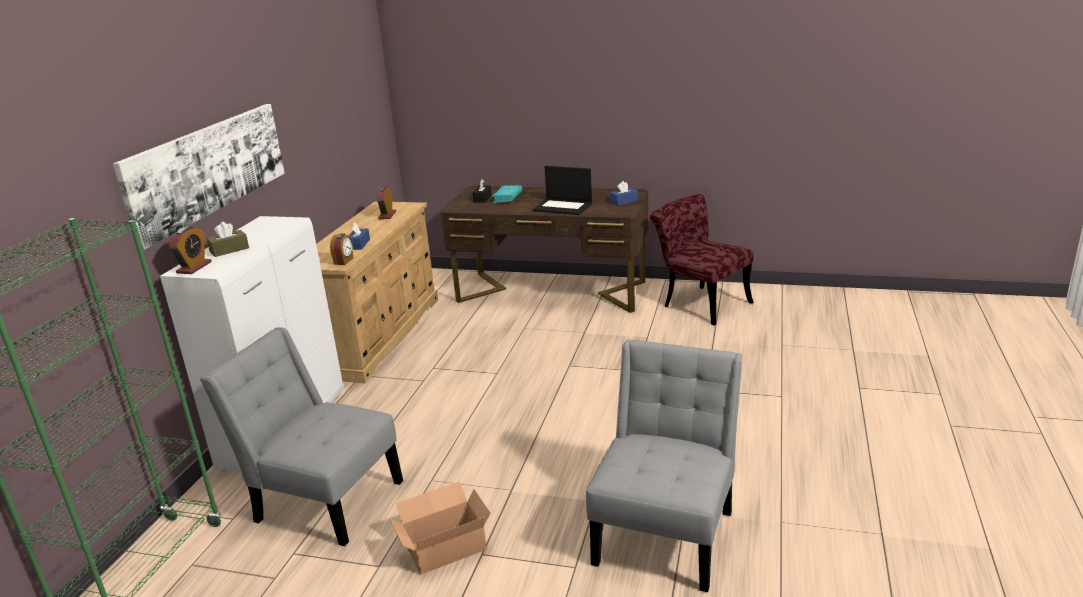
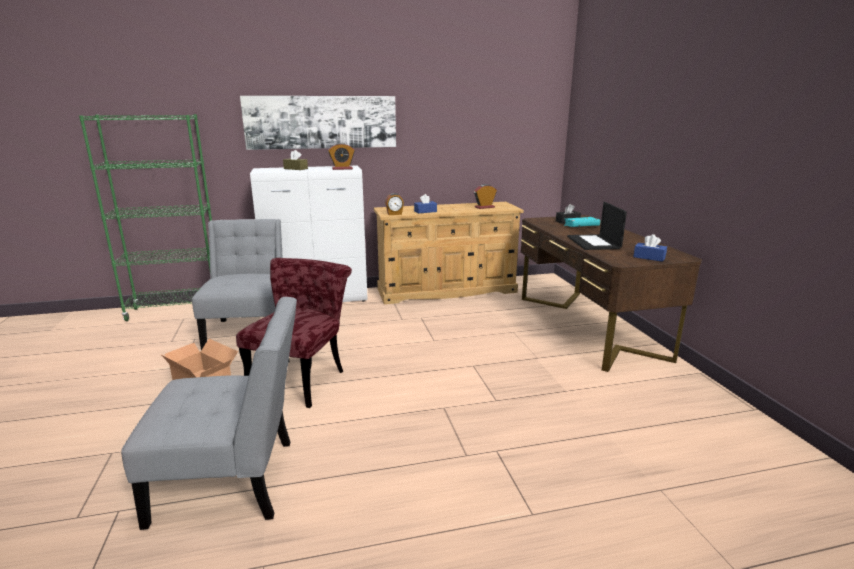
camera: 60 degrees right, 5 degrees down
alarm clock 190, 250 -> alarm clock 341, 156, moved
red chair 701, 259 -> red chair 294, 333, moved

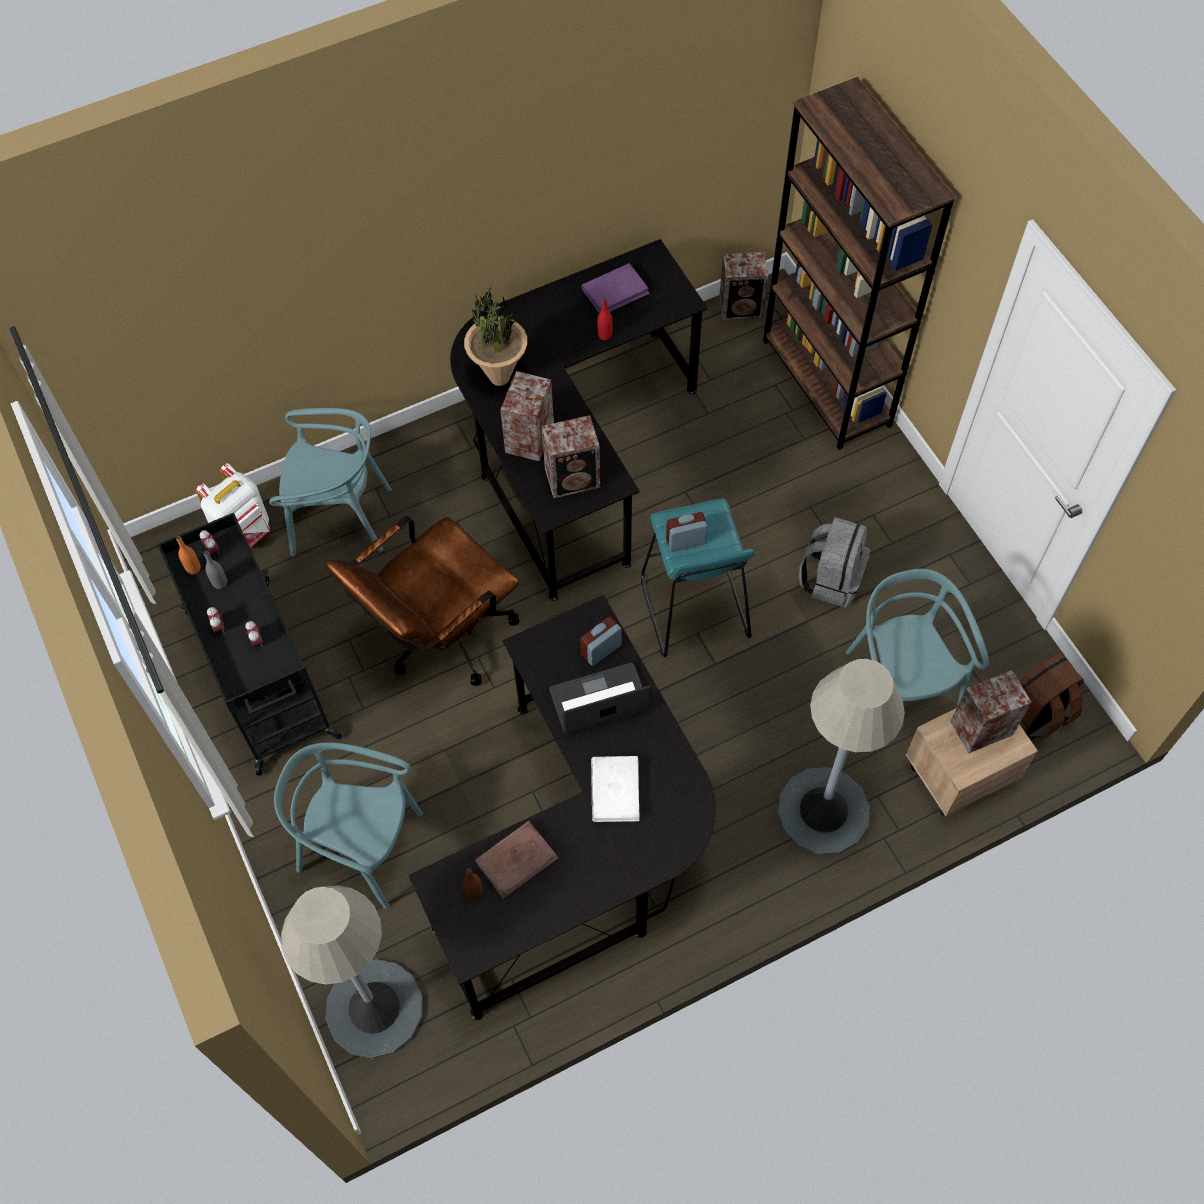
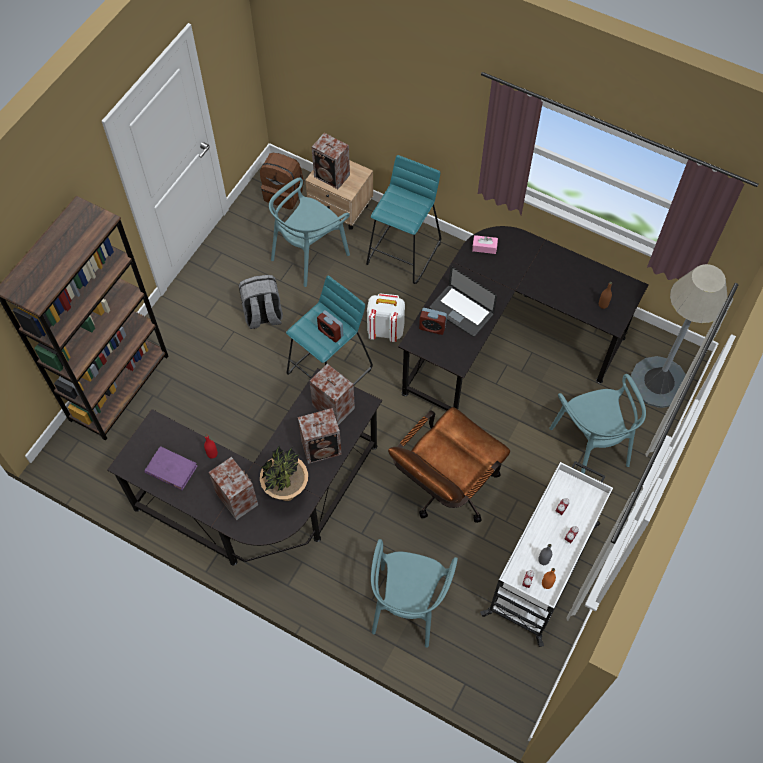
camera: 125 degrees left, 0 degrees up
brown book 516, 859 -> none
white book 615, 789 -> none
none -> pink tissue box 485, 244
white backpack 233, 505 -> white backpack 386, 317, moved
speaker 743, 286 -> speaker 233, 488, moved
grey floor lamp 841, 757 -> turquoise stool 403, 219
black cart 249, 644 -> white cart 546, 554
turquoise chair 330, 482 -> turquoise chair 414, 593, 135 degrees counterclockwise
brown office chair 422, 601 -> brown office chair 449, 465, 120 degrees clockwise

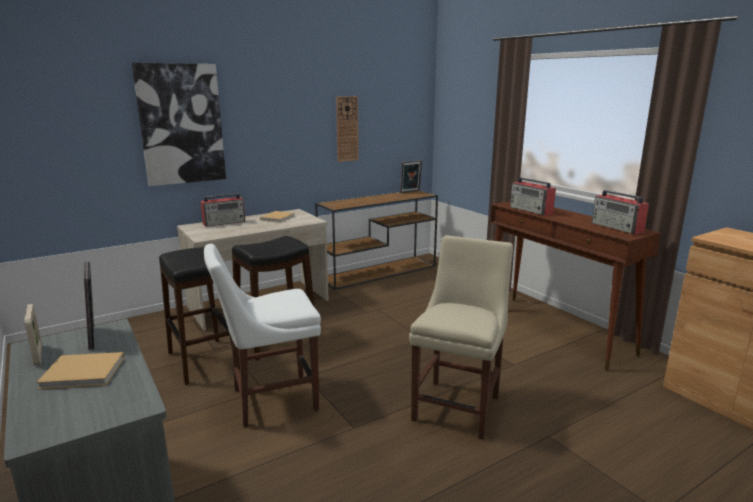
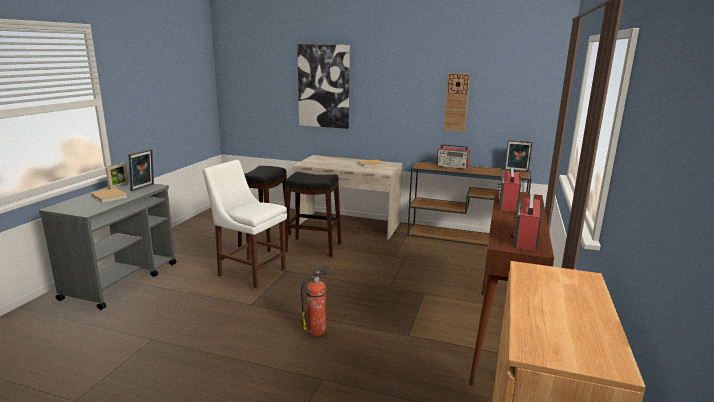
camera: 50 degrees right, 0 degrees up
radio 222, 210 -> radio 453, 157, moved
beige chair 461, 337 -> fire extinguisher 317, 301

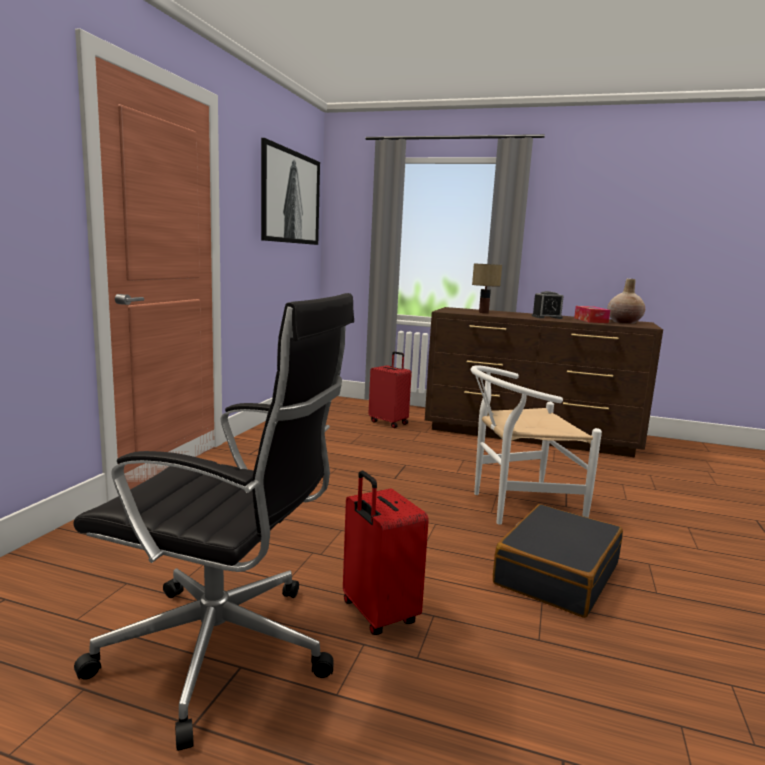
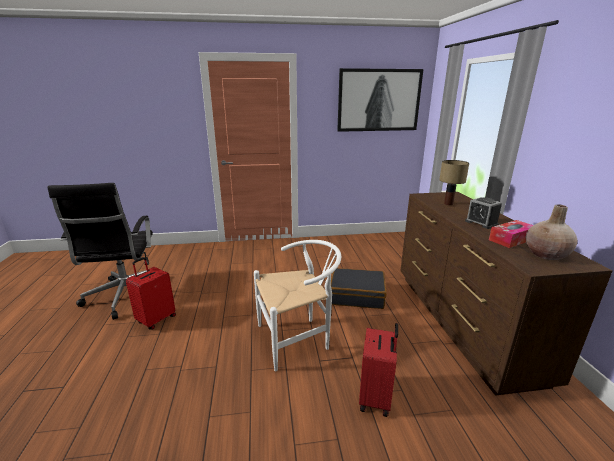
camera: 65 degrees right, 10 degrees up
red suitcase 390, 389 -> red suitcase 378, 370, moved
black suitcase 558, 561 -> black suitcase 359, 288, moved
white chair 536, 445 -> white chair 297, 305, 105 degrees clockwise

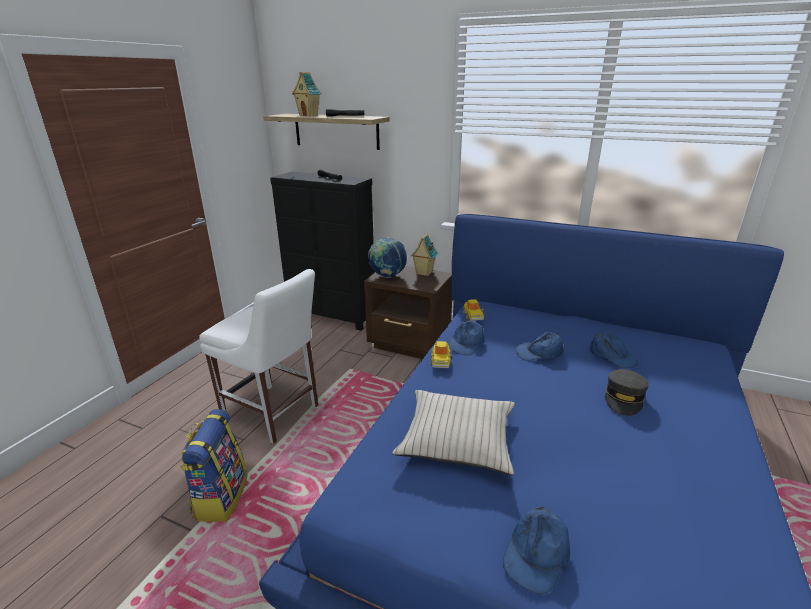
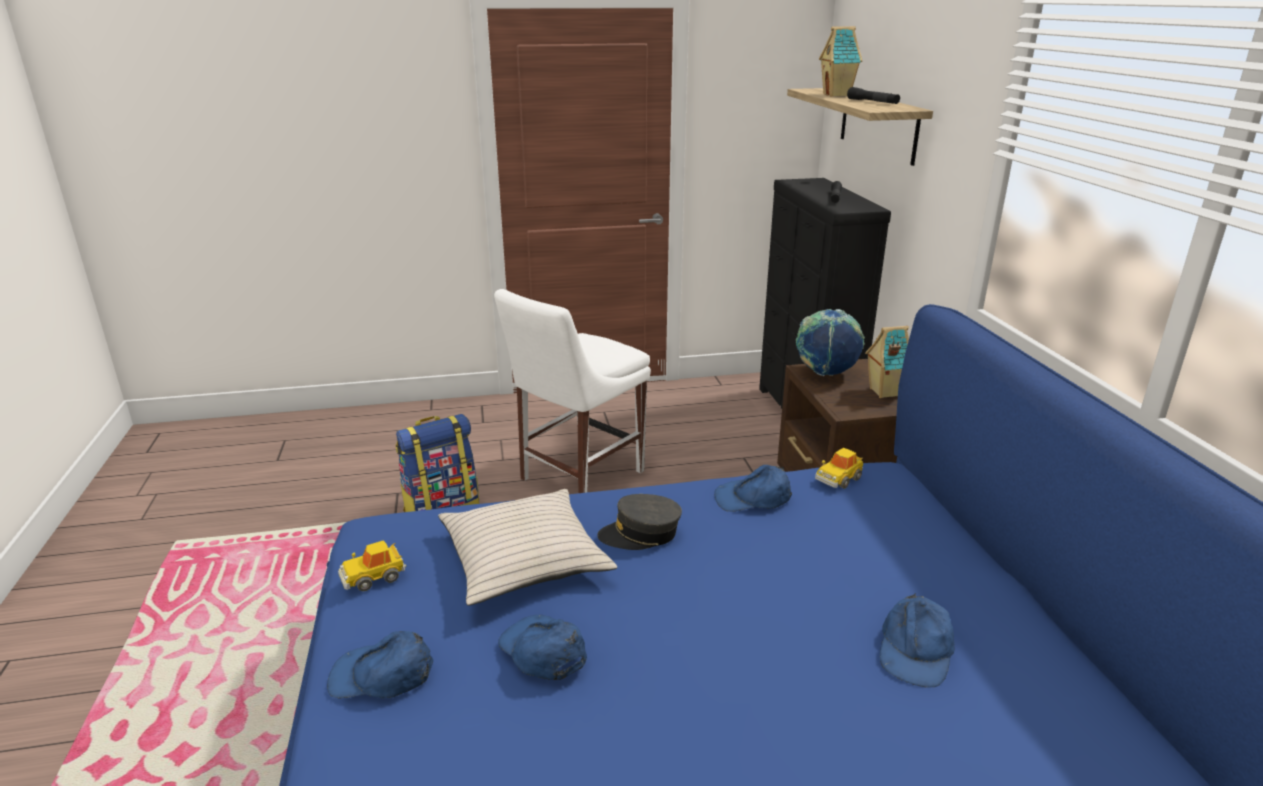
camera: 55 degrees right, 0 degrees up
toy car 441, 354 -> toy car 372, 565, moved
blue cap 539, 346 -> blue cap 542, 647, moved
grey cap 627, 392 -> grey cap 639, 522, moved
white chair 258, 356 -> white chair 572, 391, 45 degrees clockwise

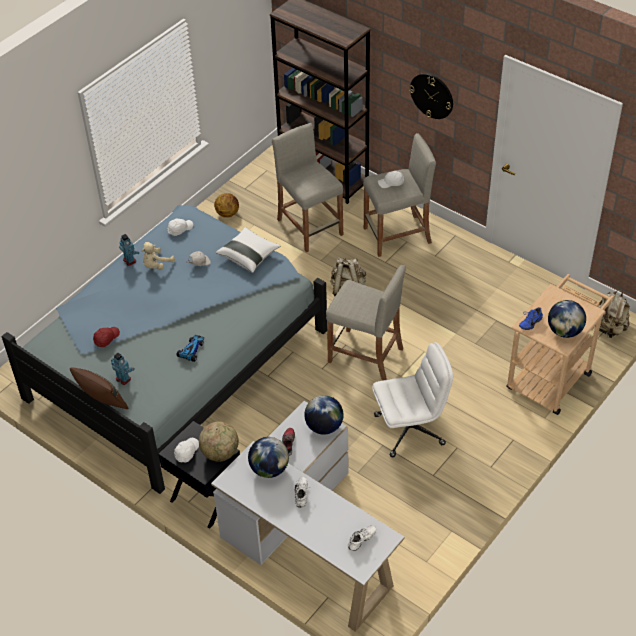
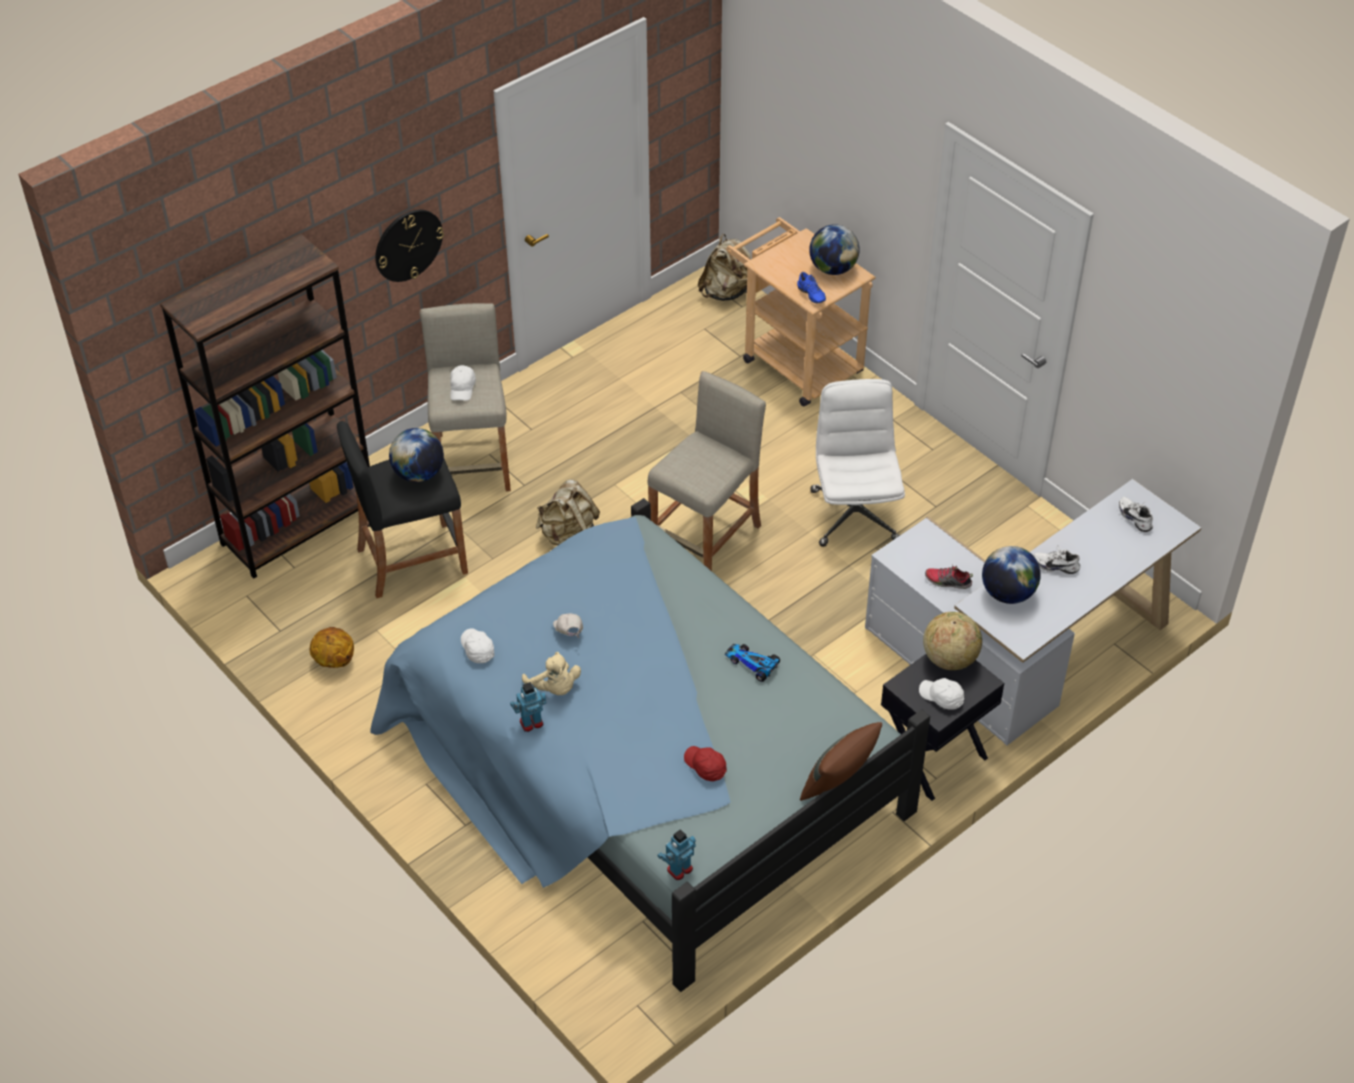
camera: 80 degrees left, 0 degrees up
white pillow 248, 250 -> none
toy robot 123, 369 -> toy robot 676, 854, moved
globe 324, 415 -> globe 416, 455, moved
beige stool 307, 187 -> black stool 402, 509

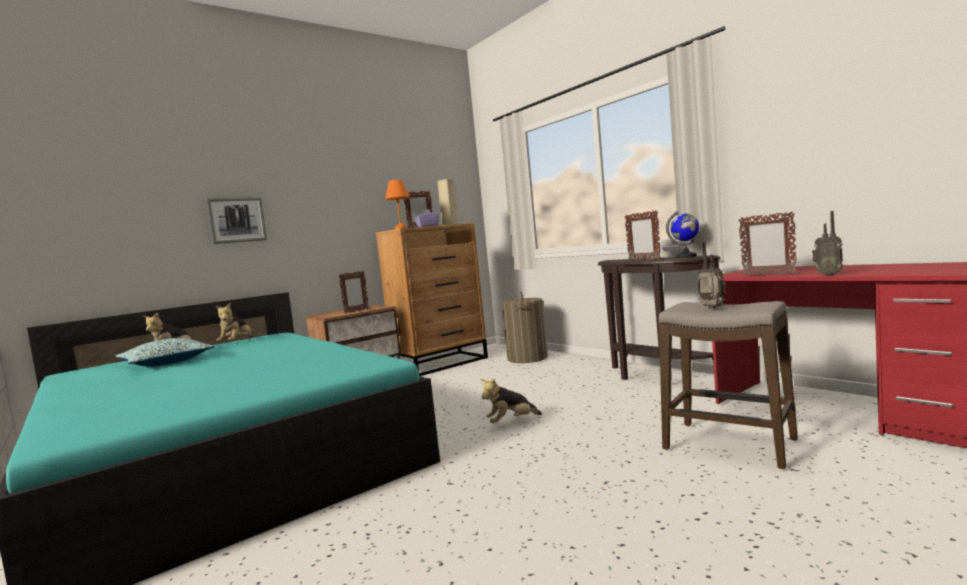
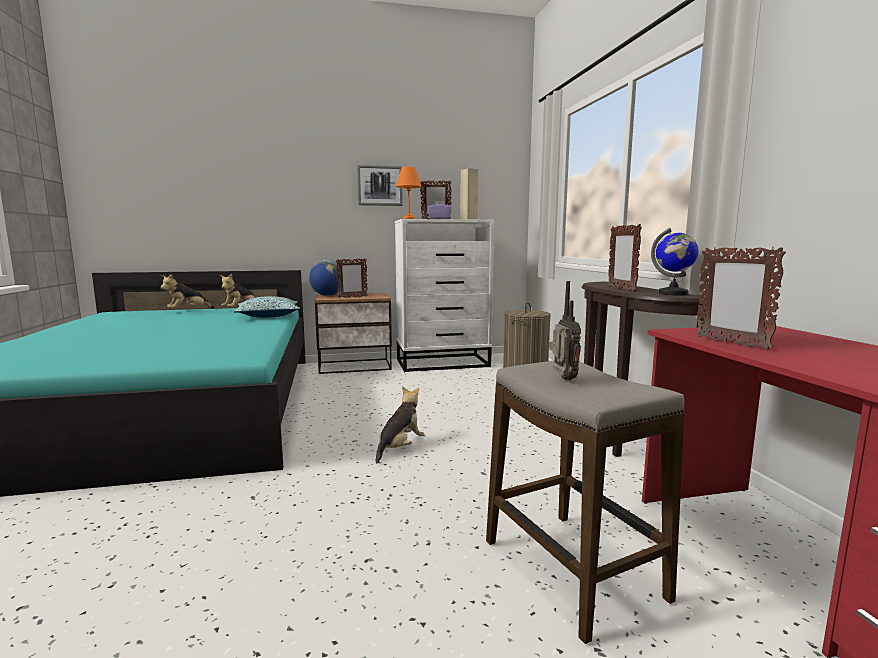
camera: 25 degrees right, 5 degrees up
radio 827, 243 -> none
none -> globe 325, 278
pillow 165, 352 -> pillow 267, 306, moved
picture 236, 220 -> picture 380, 185, moved
brown dresser 432, 299 -> white dresser 444, 295
plush toy 511, 400 -> plush toy 400, 424, 120 degrees clockwise

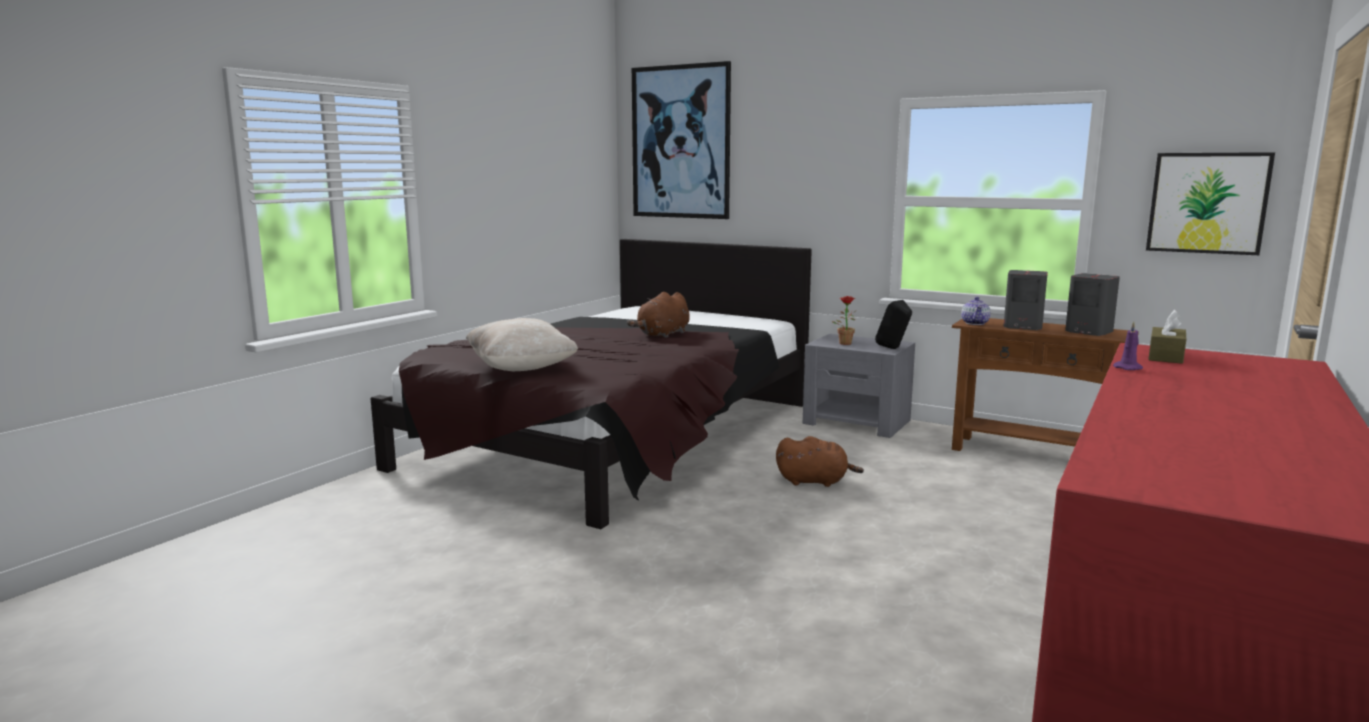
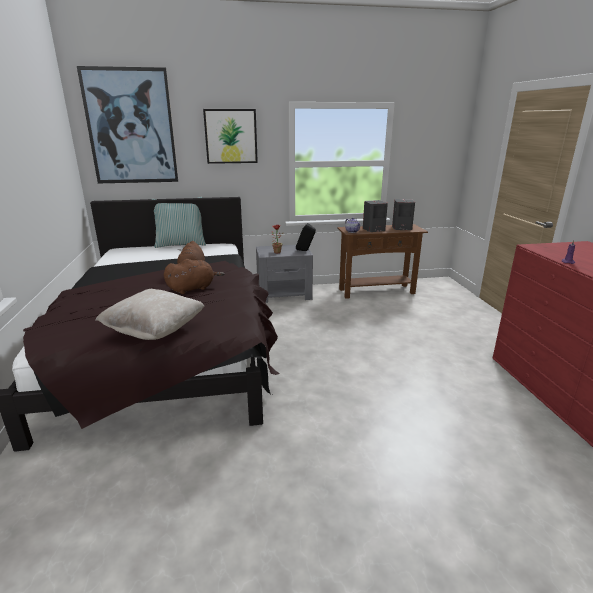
camera: 40 degrees left, 10 degrees up
brown tissue box 1167, 337 -> none
none -> pillow 178, 222
brown plush toy 820, 461 -> brown plush toy 194, 276, moved
picture 1210, 203 -> picture 230, 136, moved

